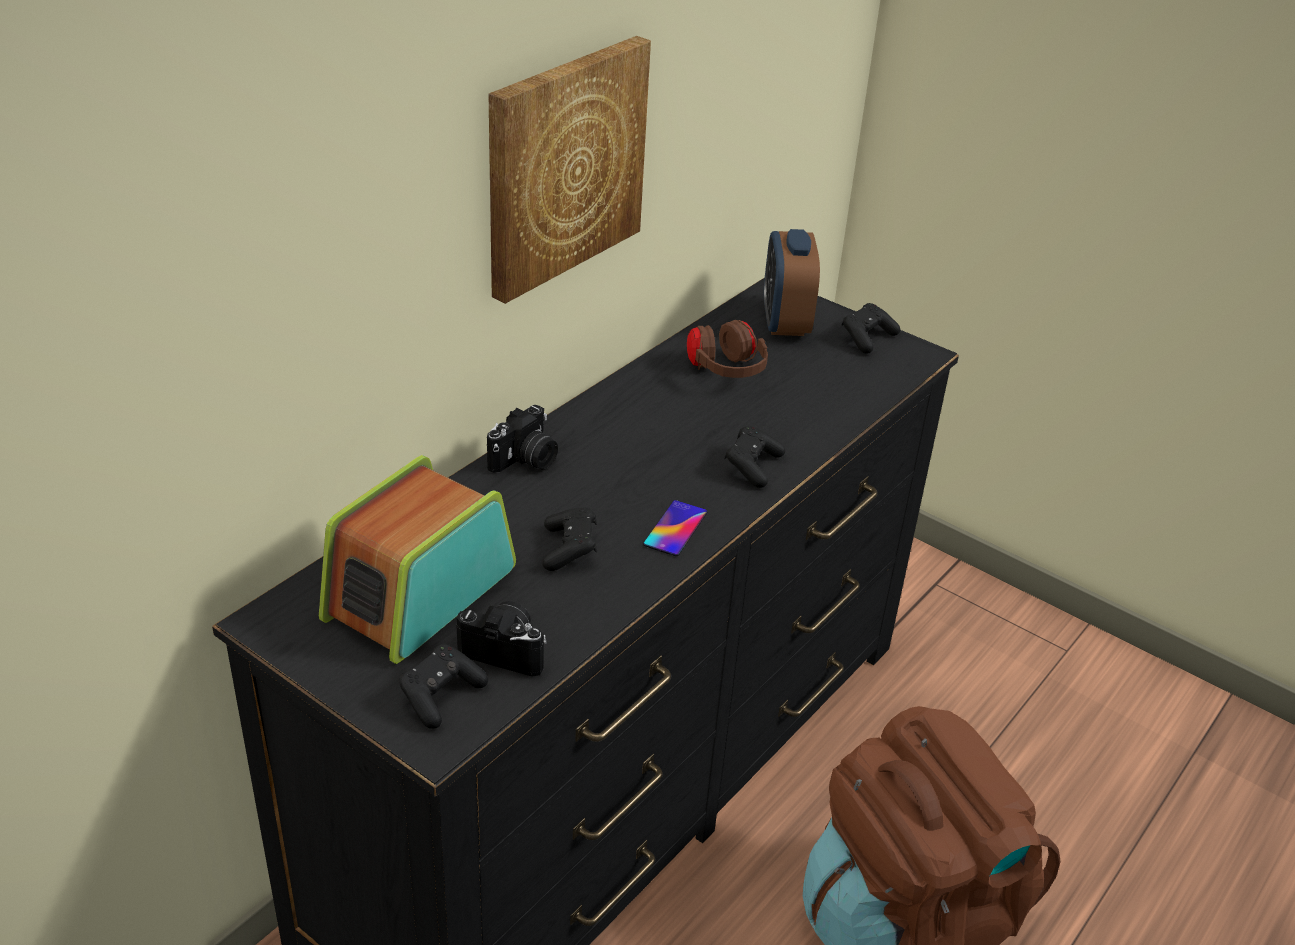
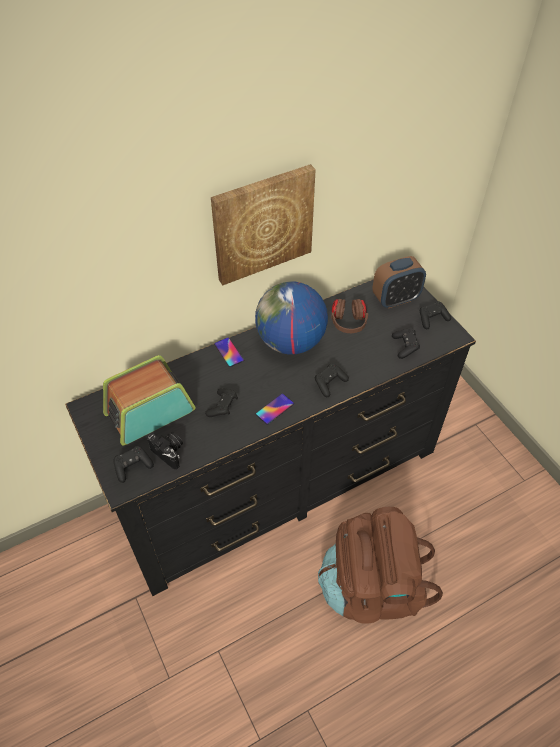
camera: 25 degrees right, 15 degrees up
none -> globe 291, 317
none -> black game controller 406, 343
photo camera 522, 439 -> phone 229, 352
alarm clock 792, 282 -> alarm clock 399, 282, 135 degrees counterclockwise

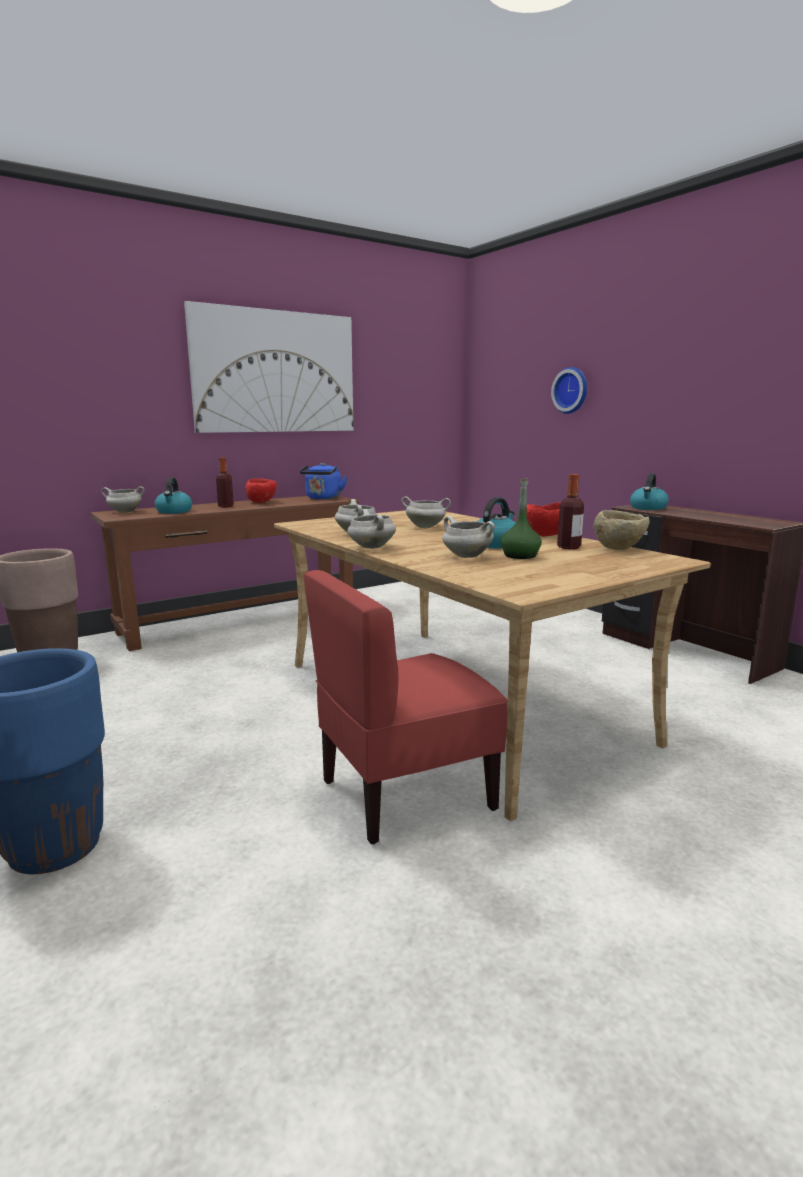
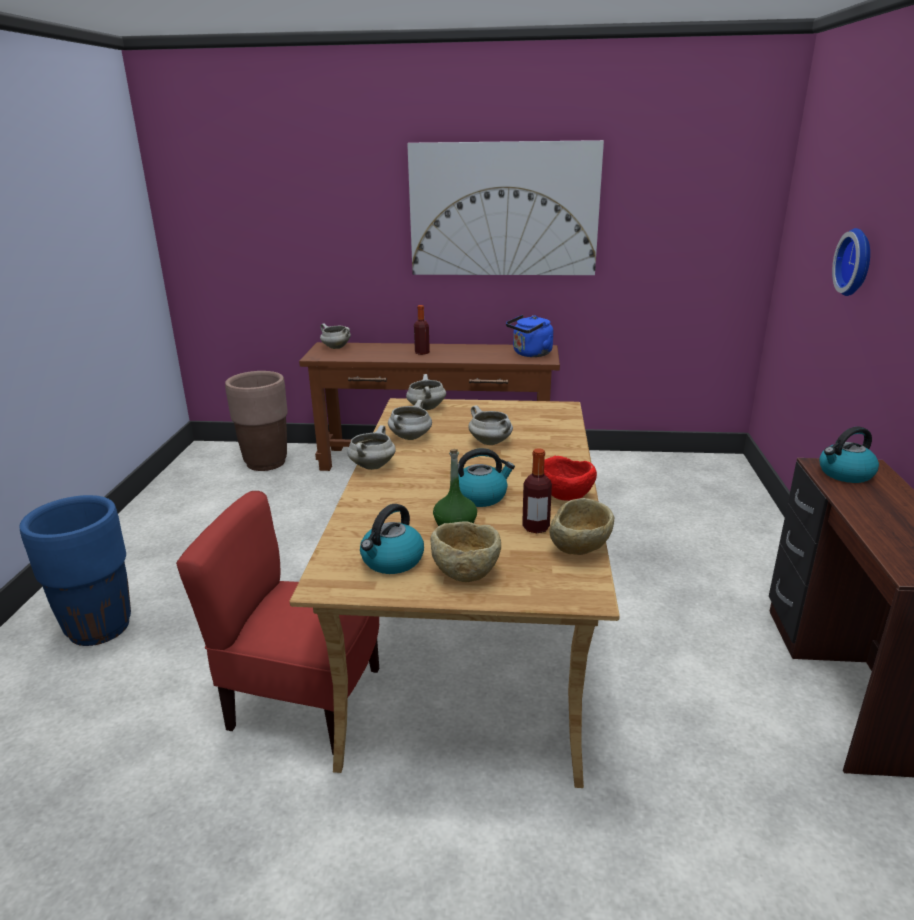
camera: 40 degrees right, 10 degrees up
red bowl 261, 490 -> none
none -> beige bowl 466, 551
kettle 173, 496 -> kettle 392, 539, moved
white cooking pot 468, 537 -> white cooking pot 426, 392, moved

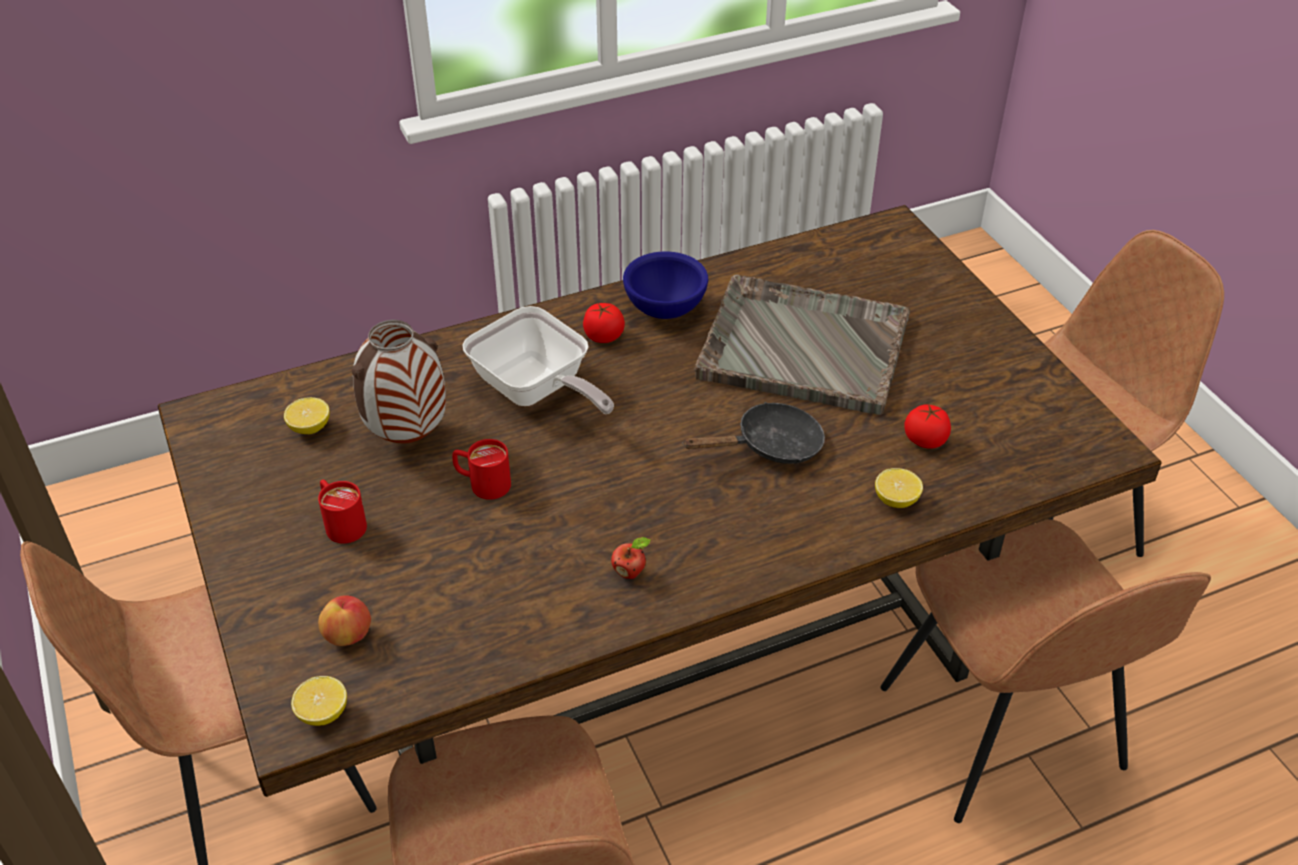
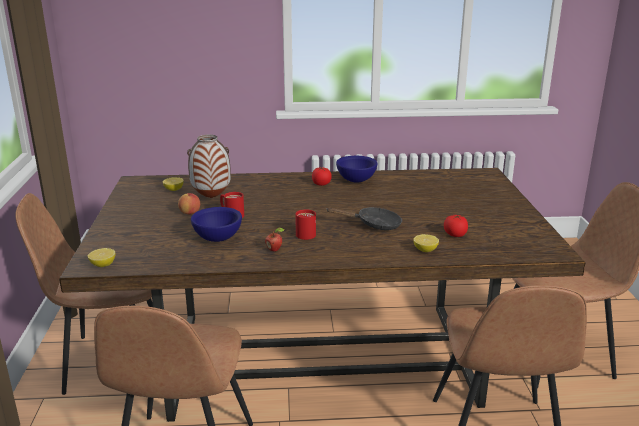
camera: 20 degrees right, 20 degrees down
frying pan 538, 360 -> none
grey tray 802, 345 -> none
none -> blue bowl 216, 224
red mug 342, 512 -> red mug 305, 225, moved
apple 344, 620 -> apple 189, 203, moved

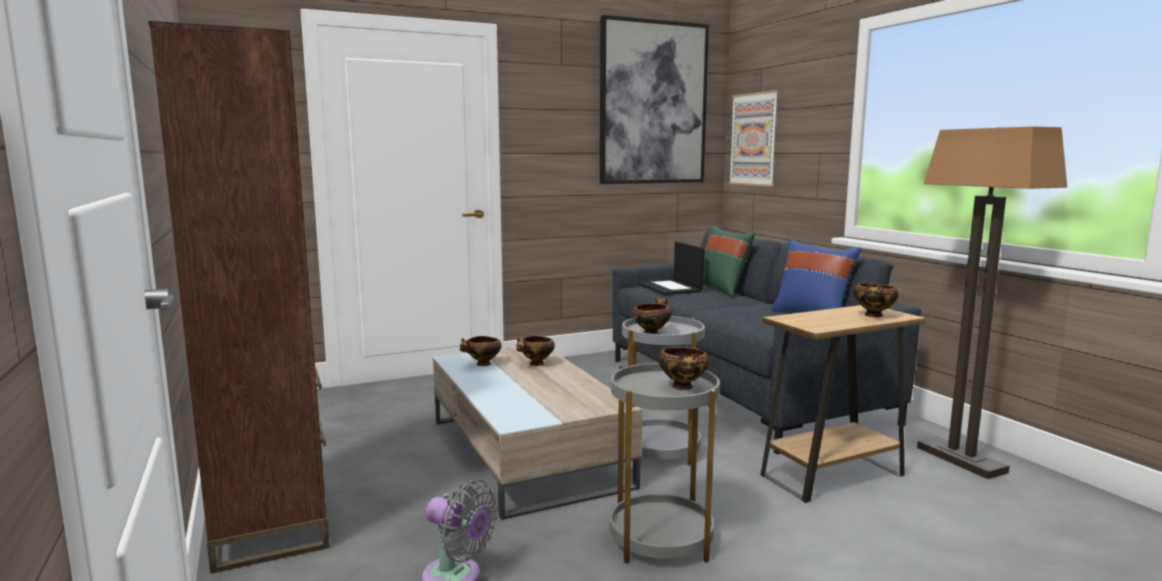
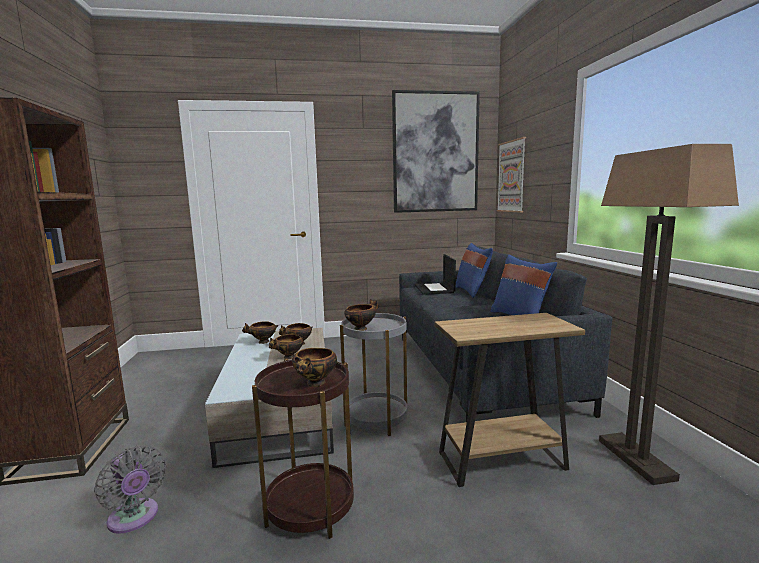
camera: 15 degrees right, 0 degrees up
bowl 876, 300 -> bowl 286, 346, moved
grey side table 665, 463 -> brown side table 303, 449
green pillow 729, 261 -> blue pillow 474, 270

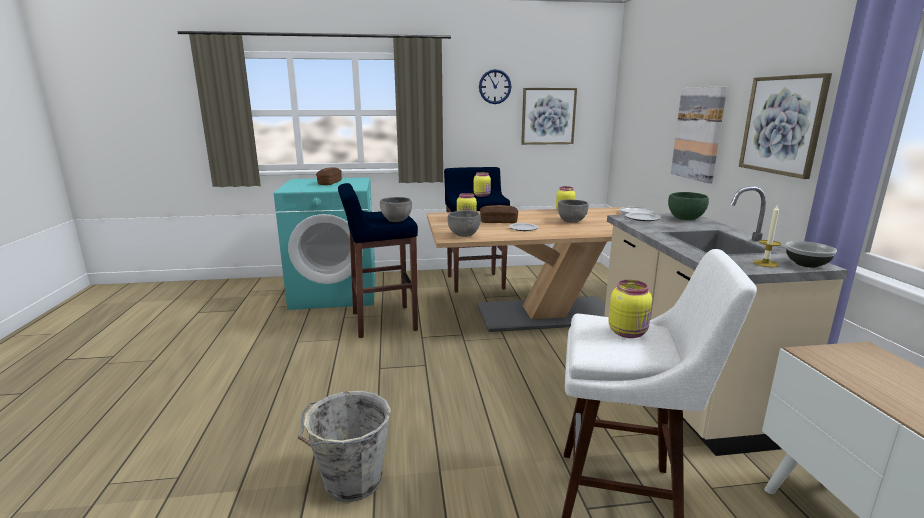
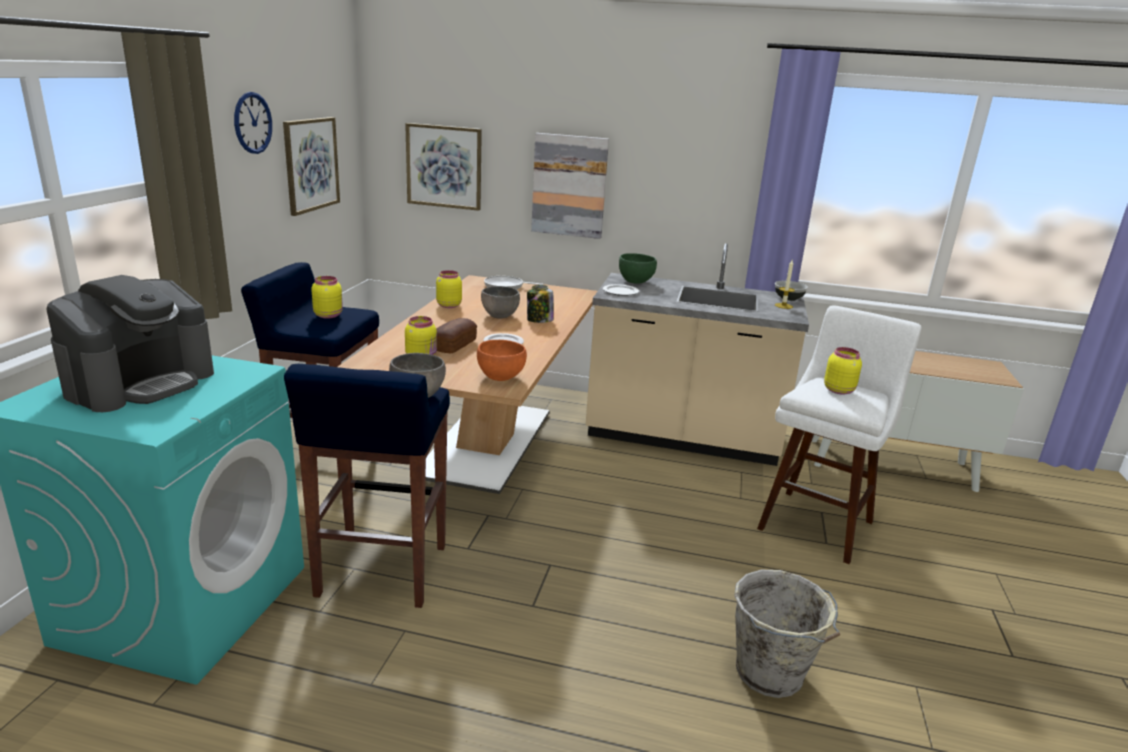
camera: 70 degrees left, 5 degrees up
none -> jar 540, 304
picture 785, 126 -> picture 443, 167, moved
bread 329, 176 -> coffee machine 130, 343
grey bowl 464, 223 -> orange bowl 502, 360

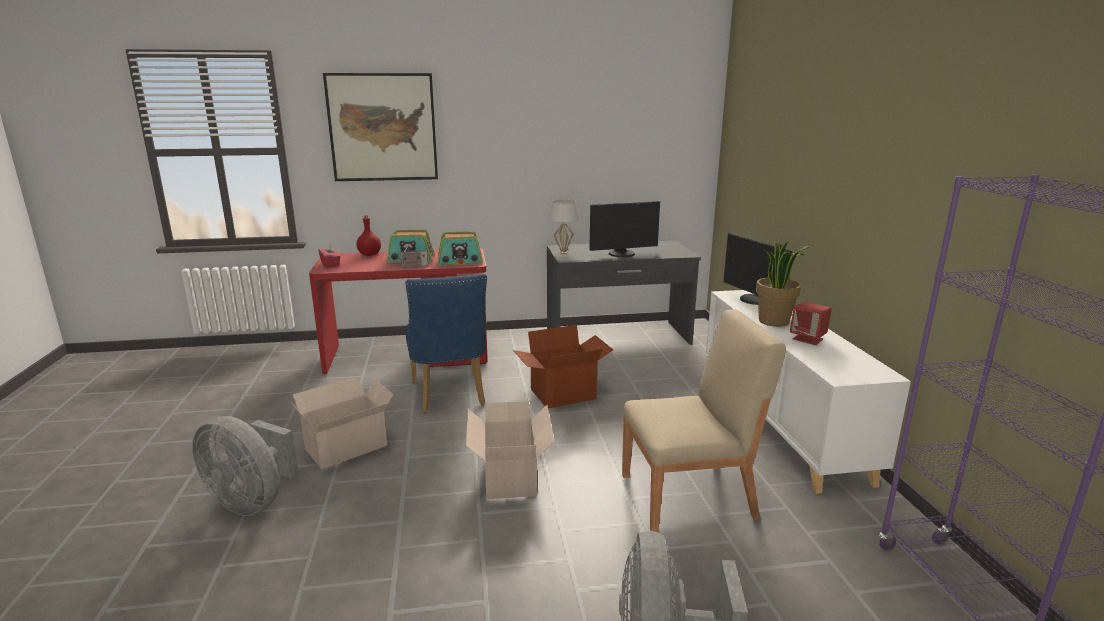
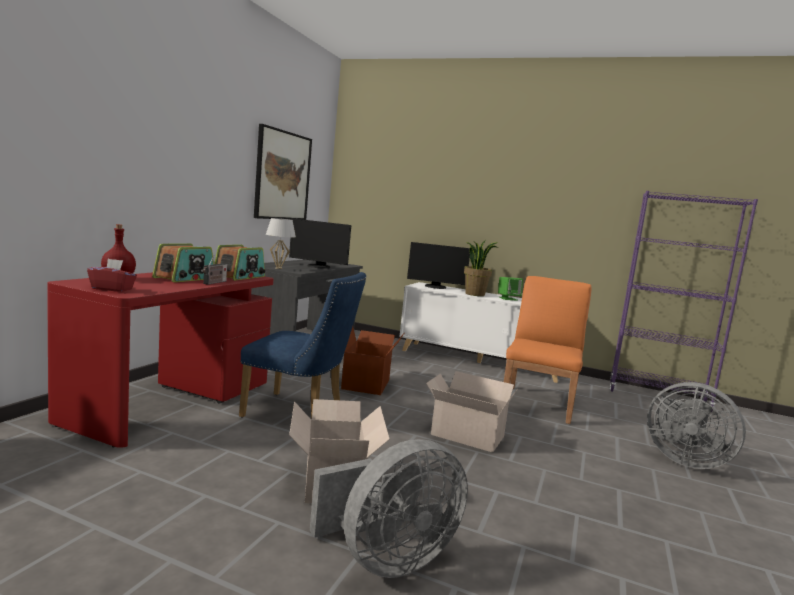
camera: 60 degrees left, 10 degrees down
picture 380, 127 -> picture 283, 172, moved
beige chair 704, 420 -> orange chair 548, 350
red speaker 811, 323 -> green speaker 510, 289
monitor 624, 229 -> monitor 320, 243, 90 degrees clockwise

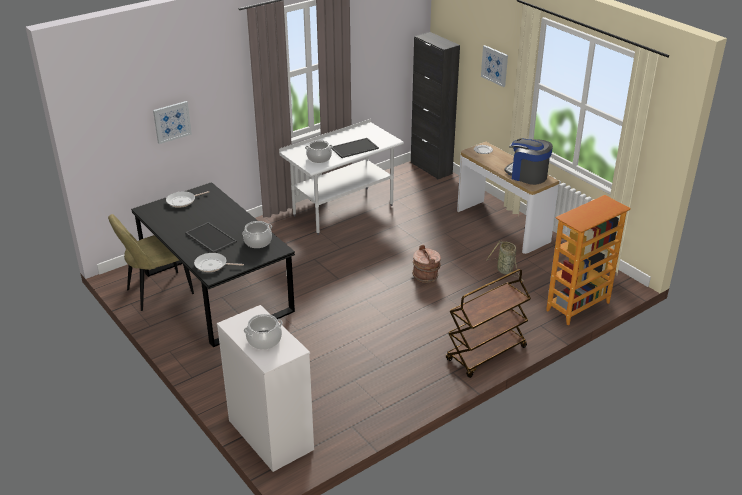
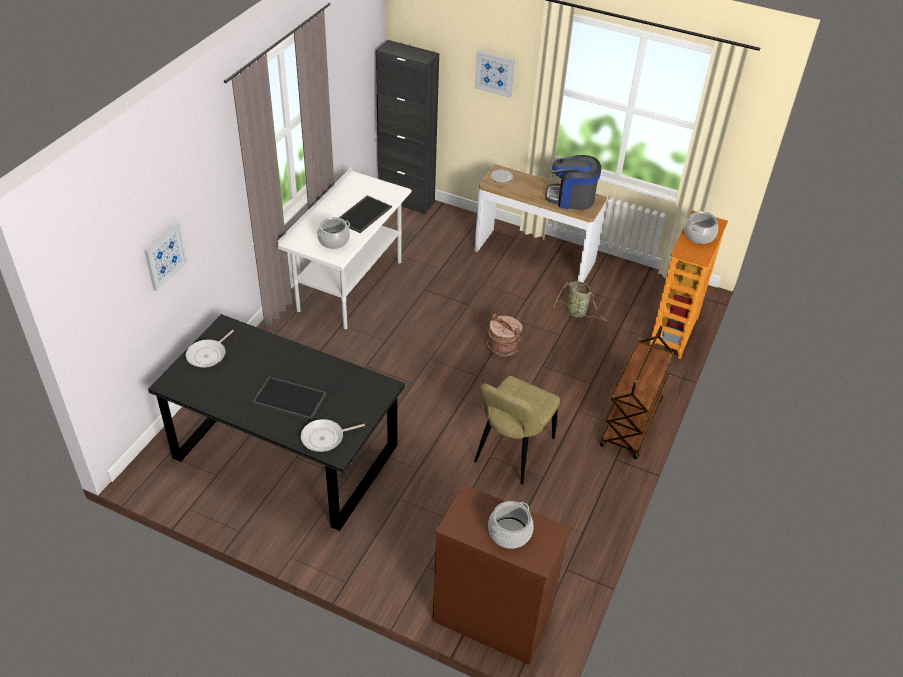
camera: 30 degrees left, 10 degrees up
beige chair 151, 262 -> beige chair 517, 430, moved
cooking pot 257, 234 -> cooking pot 701, 227, moved
white dresser 265, 388 -> brown dresser 501, 574

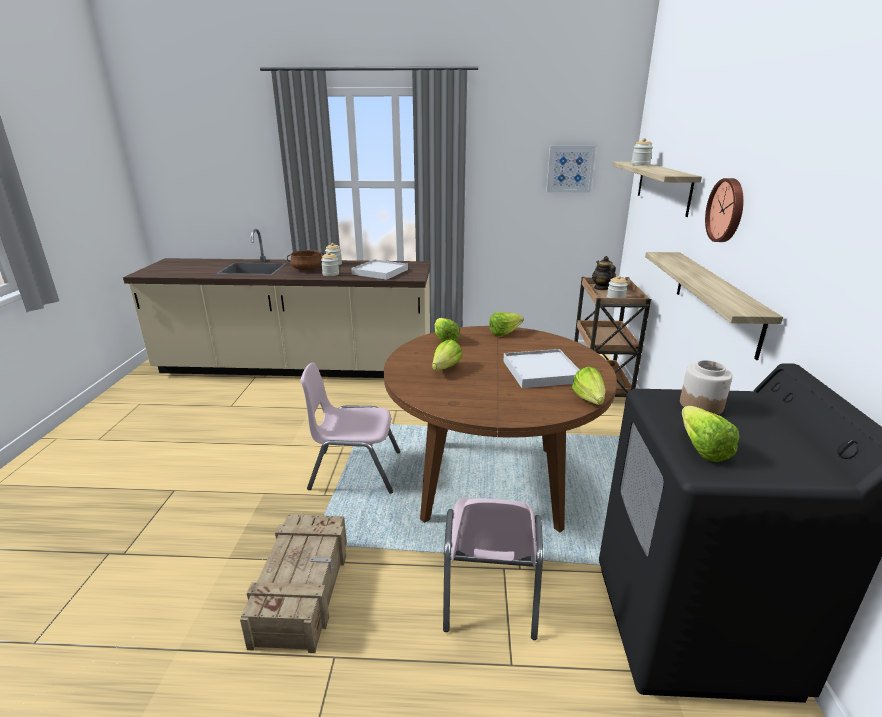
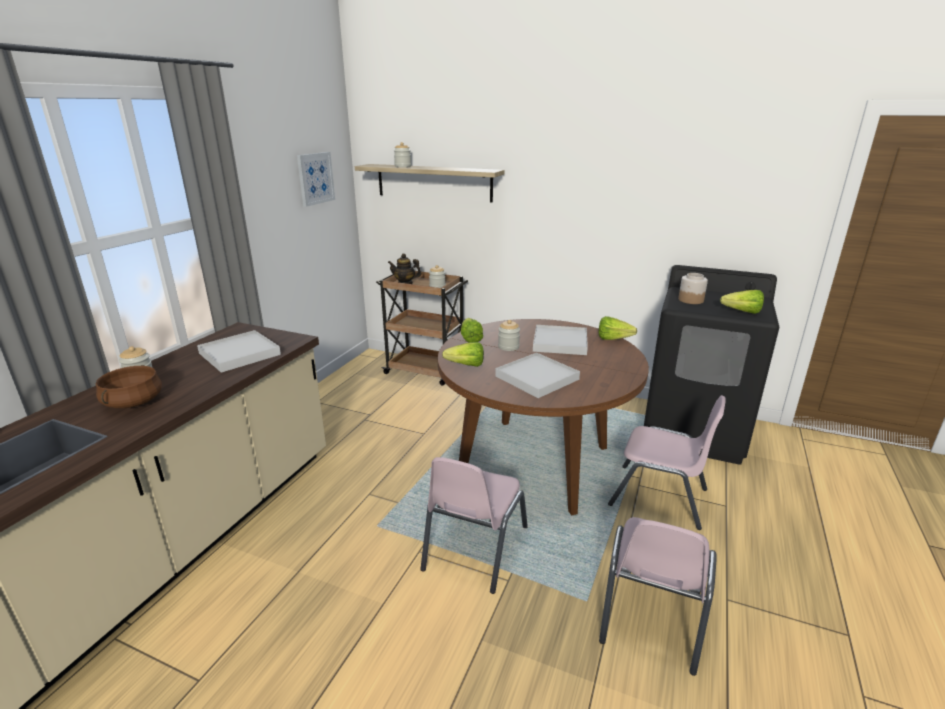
camera: 70 degrees left, 0 degrees up
shelf 714, 306 -> none
wall clock 724, 210 -> none
jar 330, 264 -> jar 509, 335, moved
crate 293, 583 -> pink chair 658, 596
lettuce 447, 354 -> white tray 537, 375

